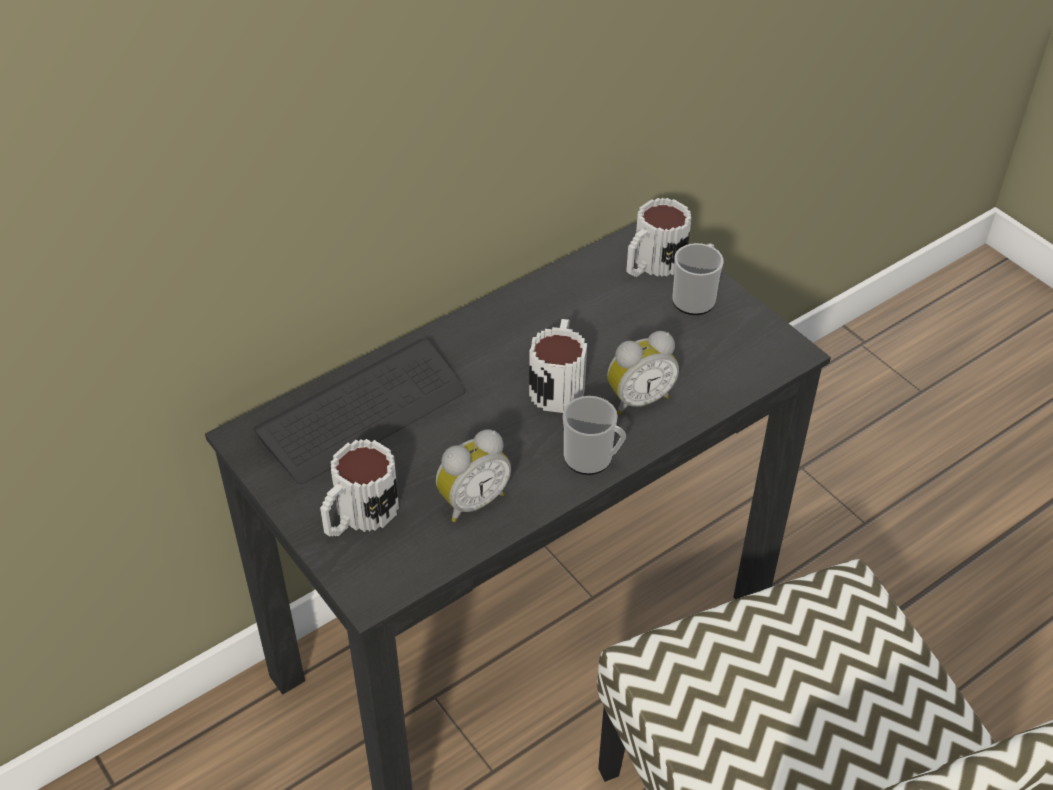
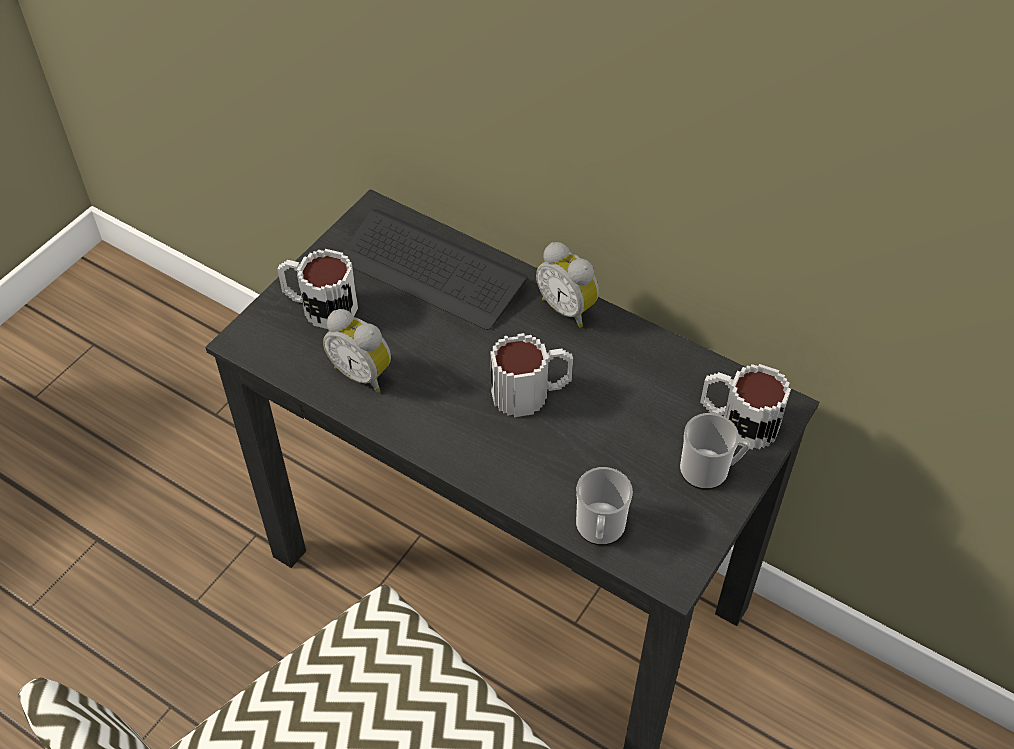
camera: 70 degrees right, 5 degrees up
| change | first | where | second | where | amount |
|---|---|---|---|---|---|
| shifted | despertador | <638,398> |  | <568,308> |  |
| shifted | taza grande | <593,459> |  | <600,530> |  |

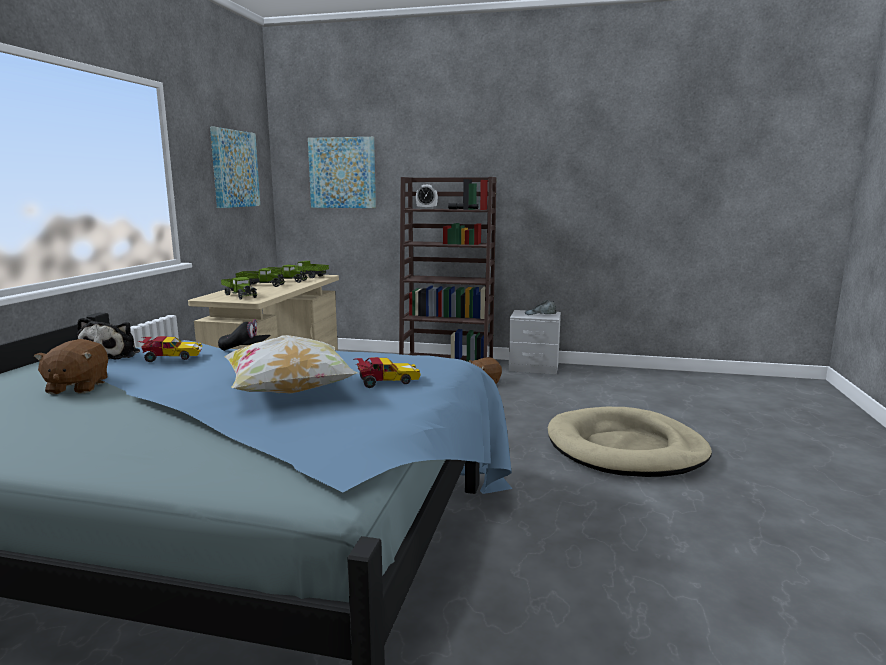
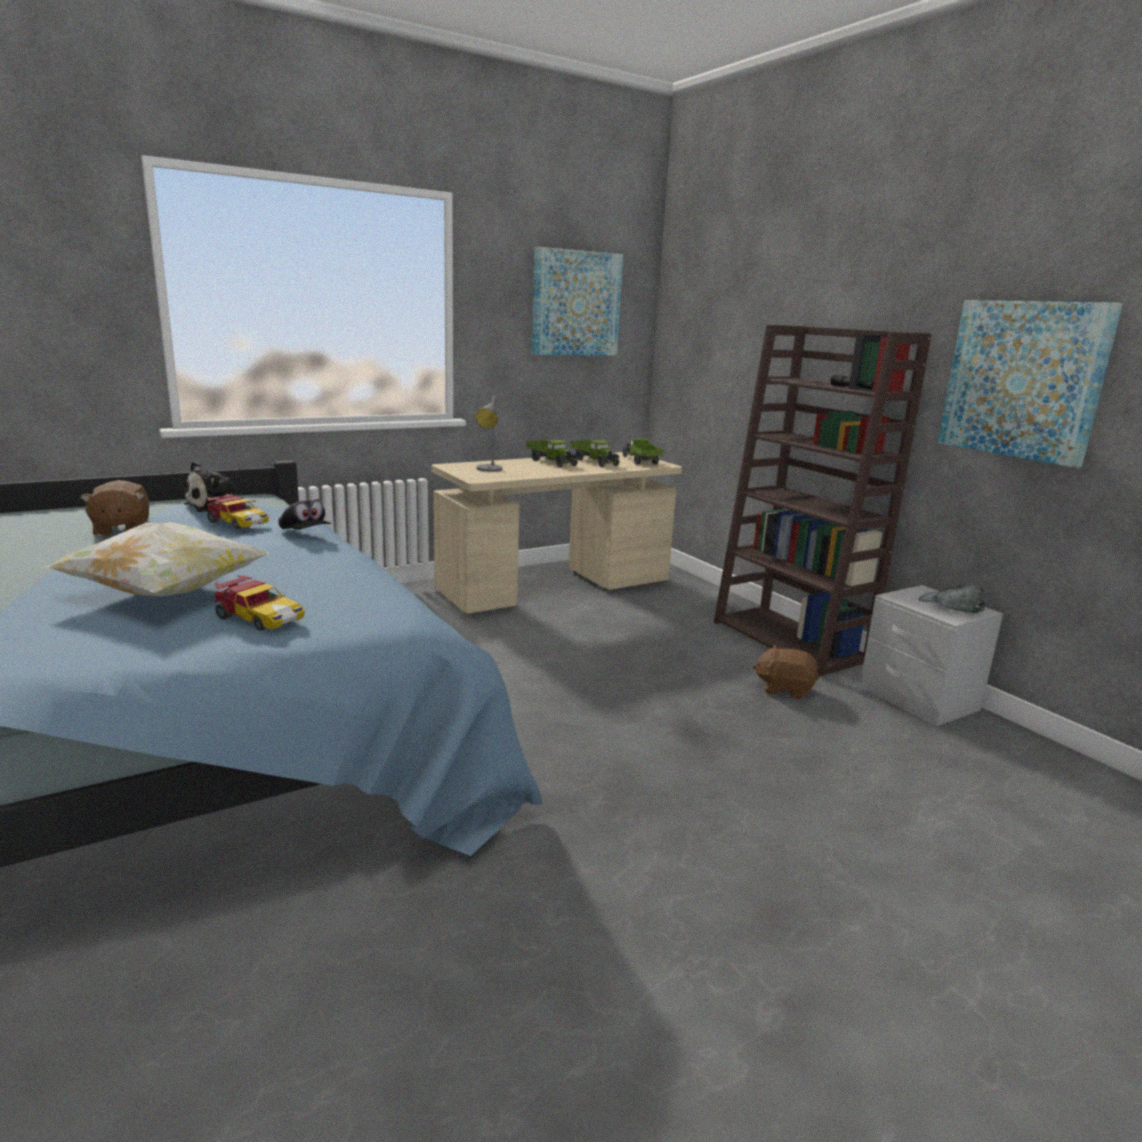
camera: 45 degrees right, 5 degrees up
| change | first | where | second | where | amount |
|---|---|---|---|---|---|
| rotated | peluche (marrón) | <77,387> |  | <121,530> | 60 degrees counterclockwise |
| swapped | camión de juguete | <240,295> | lámpara de mesa (gris) | <489,470> |  |
| shifted | cuadro | <342,173> |  | <1023,380> |  |
| gone | despertador | <426,208> |  |  |  |
| gone | cama para perro (beis) | <626,449> |  |  |  |

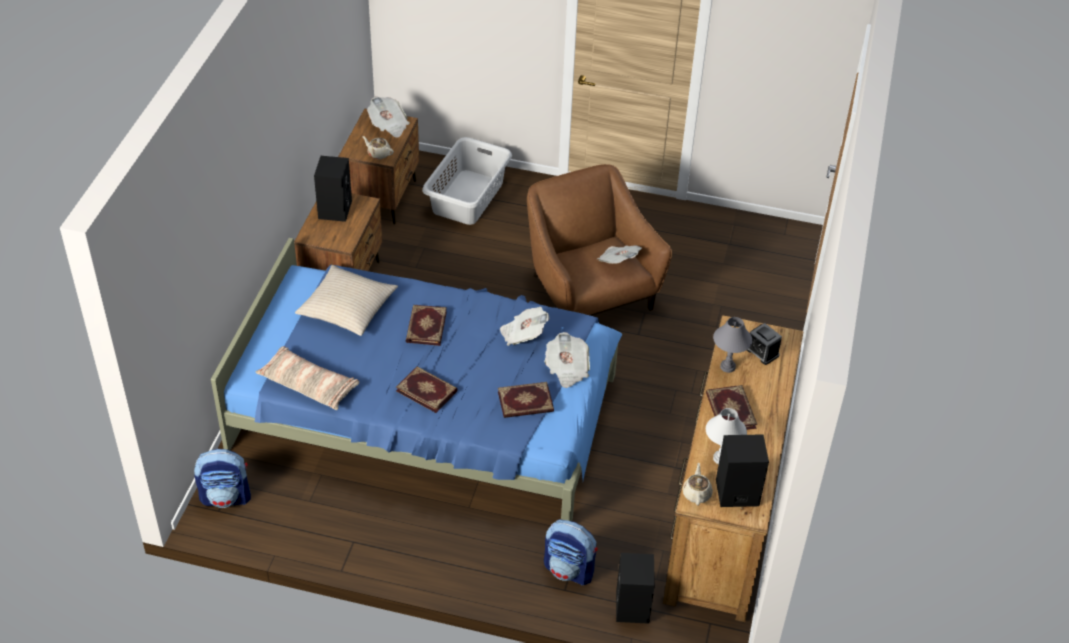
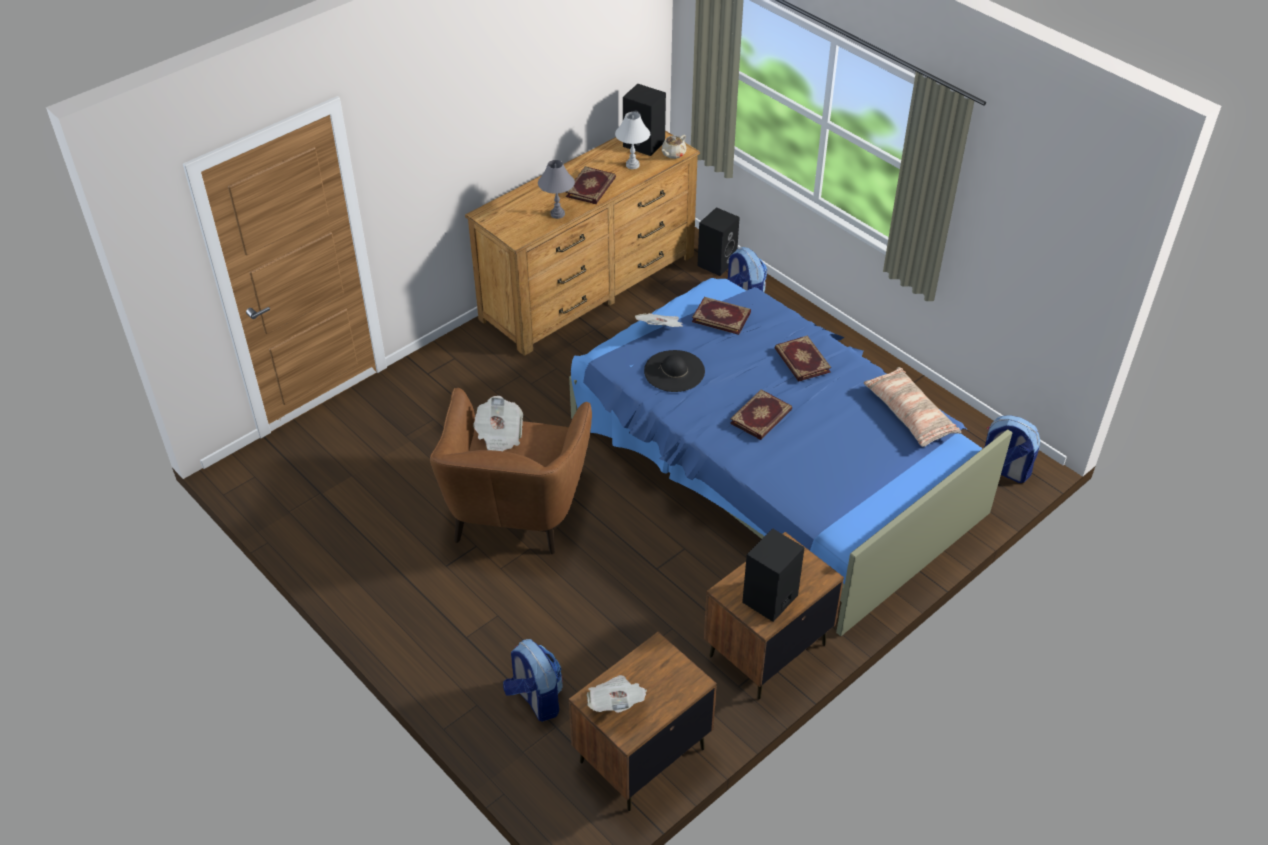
camera: 145 degrees left, 0 degrees up
| change | first | where | second | where | amount |
|---|---|---|---|---|---|
| swapped | cesto de la ropa (gris) | <468,197> | mochila | <535,699> |  |
| swapped | periódico | <523,335> | sombrero (negro) | <674,371> |  |
| gone | cojín (beis) | <347,308> |  |  |  |
| gone | tetera (beis) | <378,153> |  |  |  |
| gone | despertador | <762,352> |  |  |  |

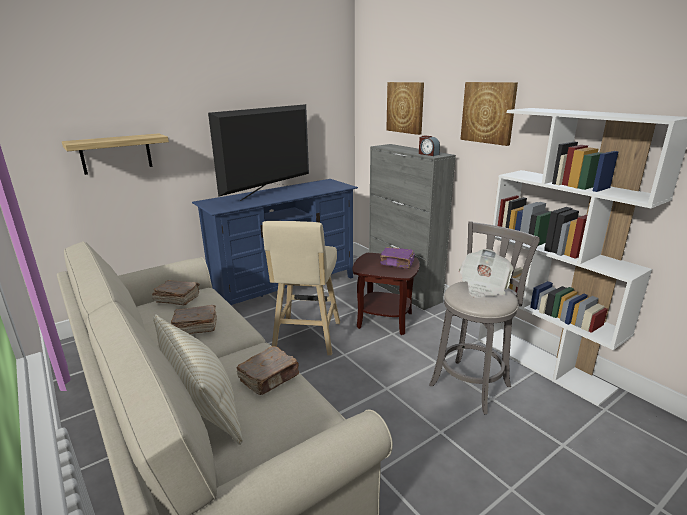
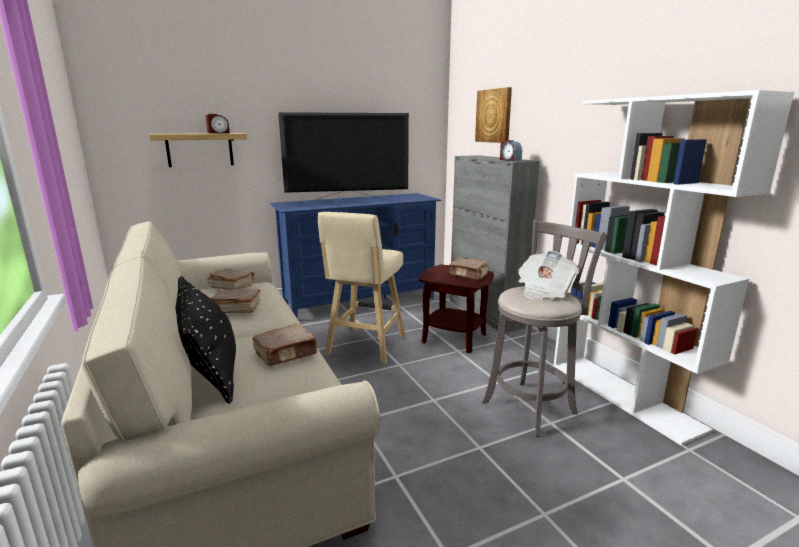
camera: 10 degrees right, 5 degrees down
| change | first | where | second | where | amount |
|---|---|---|---|---|---|
| repainted | cojín (beis) | <201,404> | cojín (negro) | <210,368> |  |
| new |  |  | despertador | <218,133> |  |
| rotated | televisor | <269,193> |  | <348,200> | 150 degrees counterclockwise |
| repainted | libro (morado) | <397,264> | libro (marrón) | <469,275> |  |
| gone | cuadro | <488,112> |  |  |  |

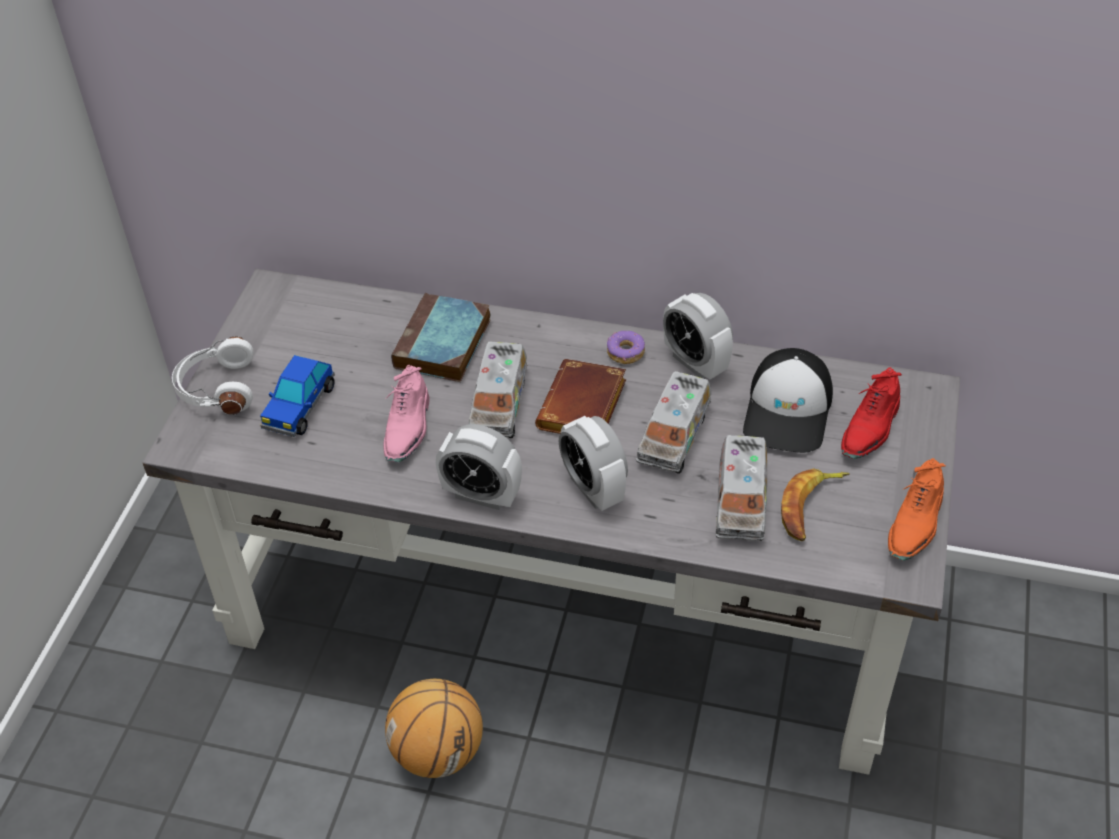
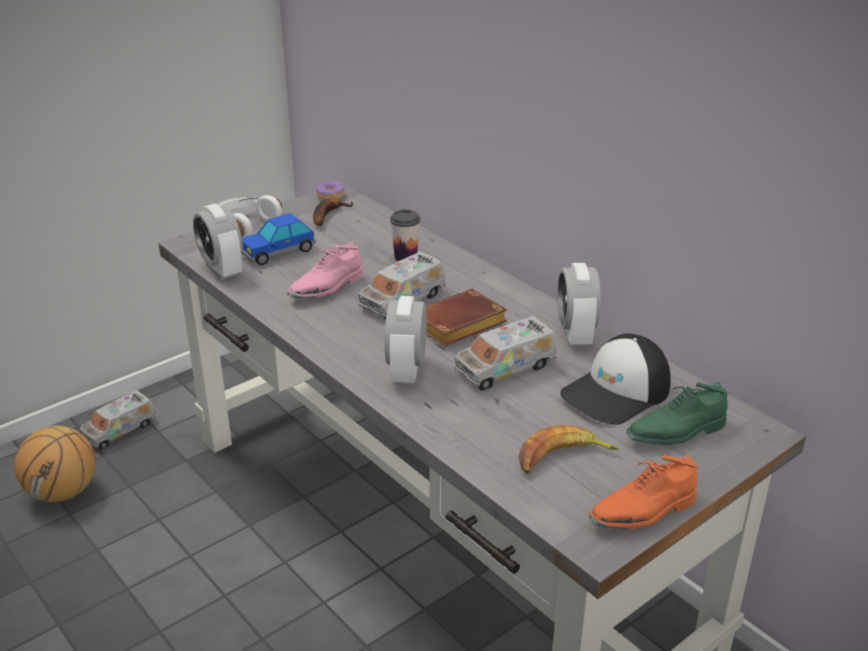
camera: 35 degrees right, 15 degrees down
| change | first | where | second | where | amount |
|---|---|---|---|---|---|
| shifted | balón de baloncesto | <438,752> |  | <63,492> |  |
| shifted | camión de juguete | <741,501> |  | <120,430> |  |
| shifted | despertador | <481,495> |  | <222,270> |  |
| new |  |  | plátano | <327,215> |  |
| shifted | rosquilla | <625,352> |  | <330,196> |  |
| swapped | libro | <443,345> | taza | <405,257> |  |
| repainted | zapato (rojo) | <870,429> | zapato (verde) | <676,433> |  |

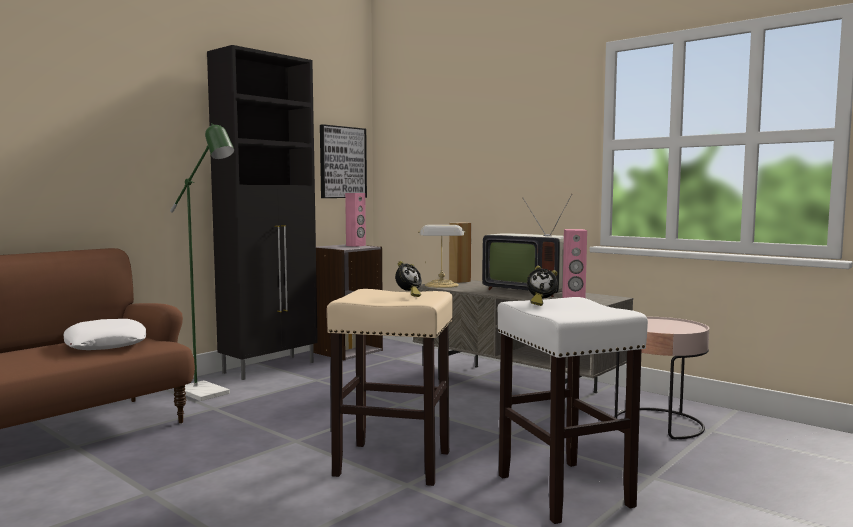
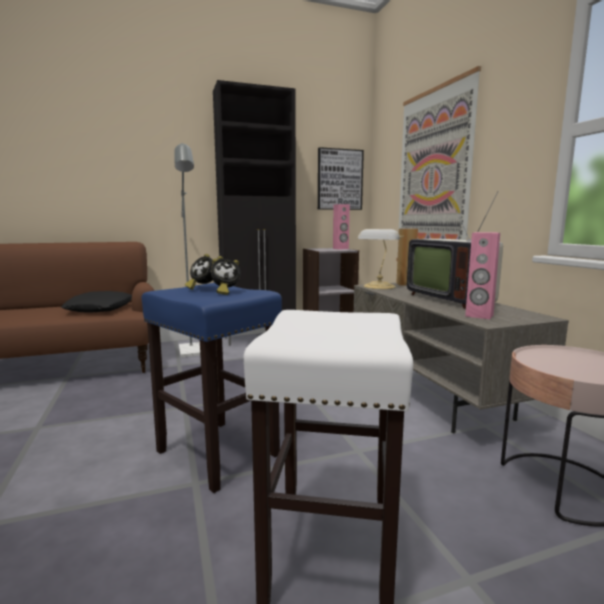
camera: 30 degrees right, 5 degrees up
| change | first | where | second | where | amount |
|---|---|---|---|---|---|
| repainted | cojín (blanco) | <106,344> | cojín (negro) | <100,308> |  |
| repainted | taburete (beis) | <394,463> | taburete (azul) | <219,453> |  |
| repainted | lámpara de pie (verde) | <208,394> | lámpara de pie (gris) | <192,353> |  |
| shifted | despertador | <540,303> |  | <203,288> |  |
| new |  |  | cuadro | <432,180> |  |

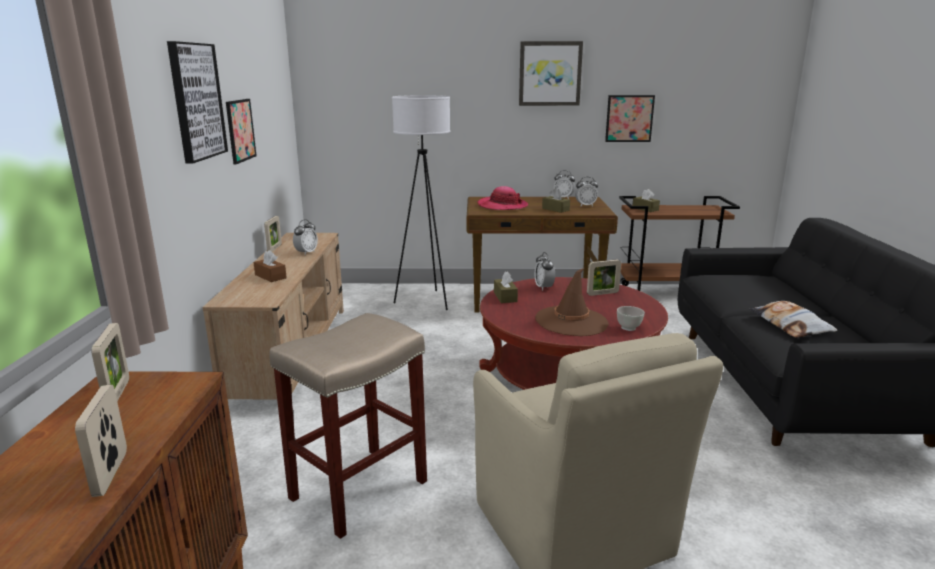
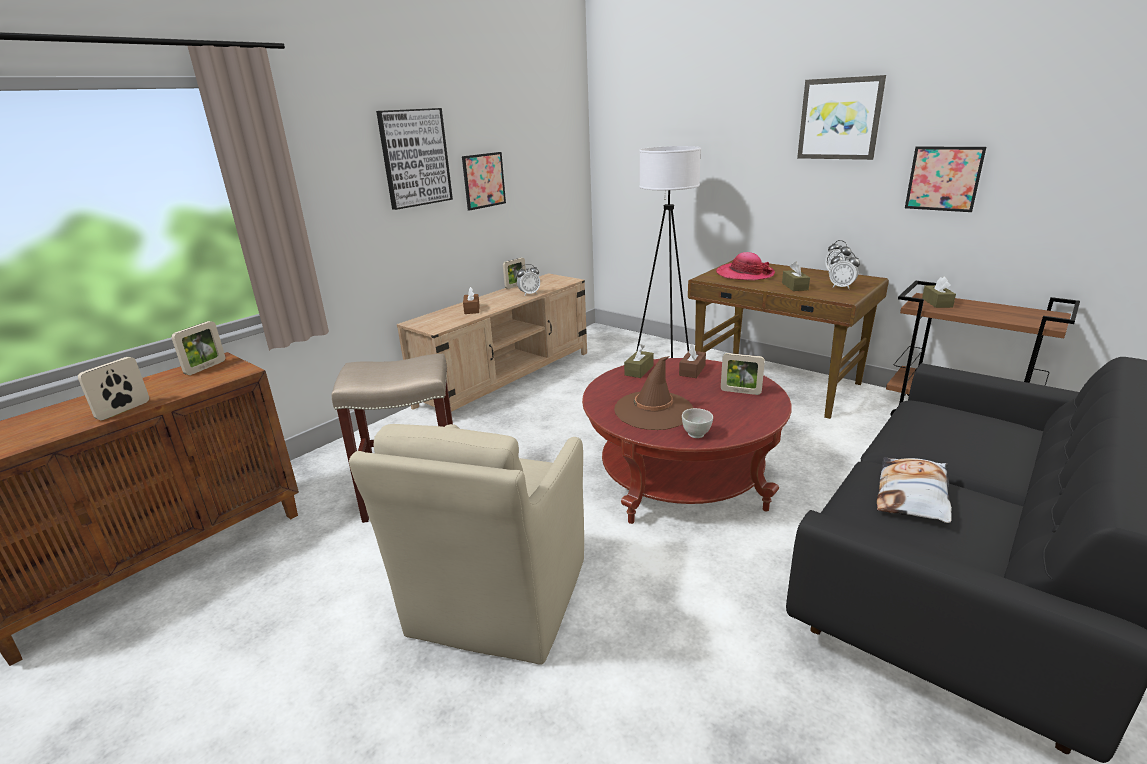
camera: 40 degrees right, 5 degrees up
| change | first | where | second | where | amount |
|---|---|---|---|---|---|
| swapped | despertador | <544,287> | caja de pañuelos (marrón) | <692,370> |  |

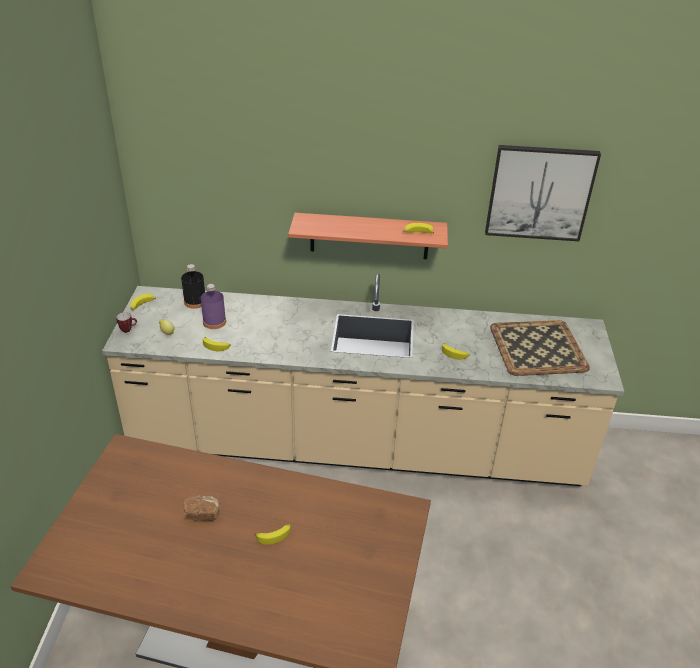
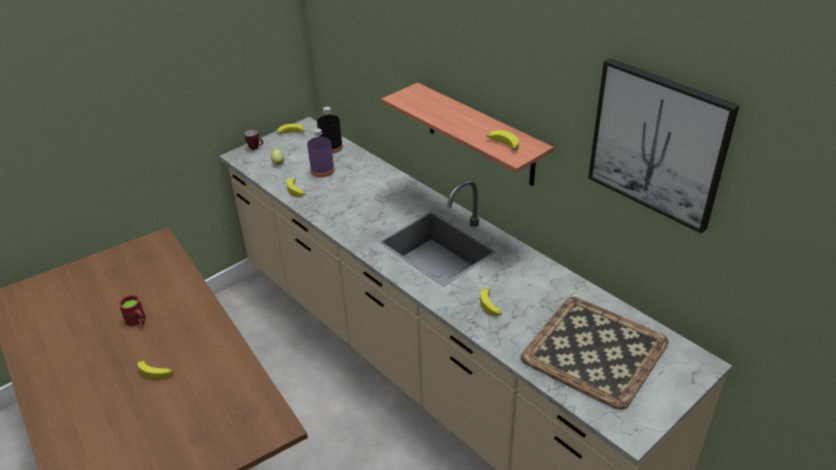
camera: 45 degrees right, 0 degrees up
| change | first | where | second | where | amount |
|---|---|---|---|---|---|
| swapped | pan | <202,513> | taza grande (rojo) | <137,321> |  |

